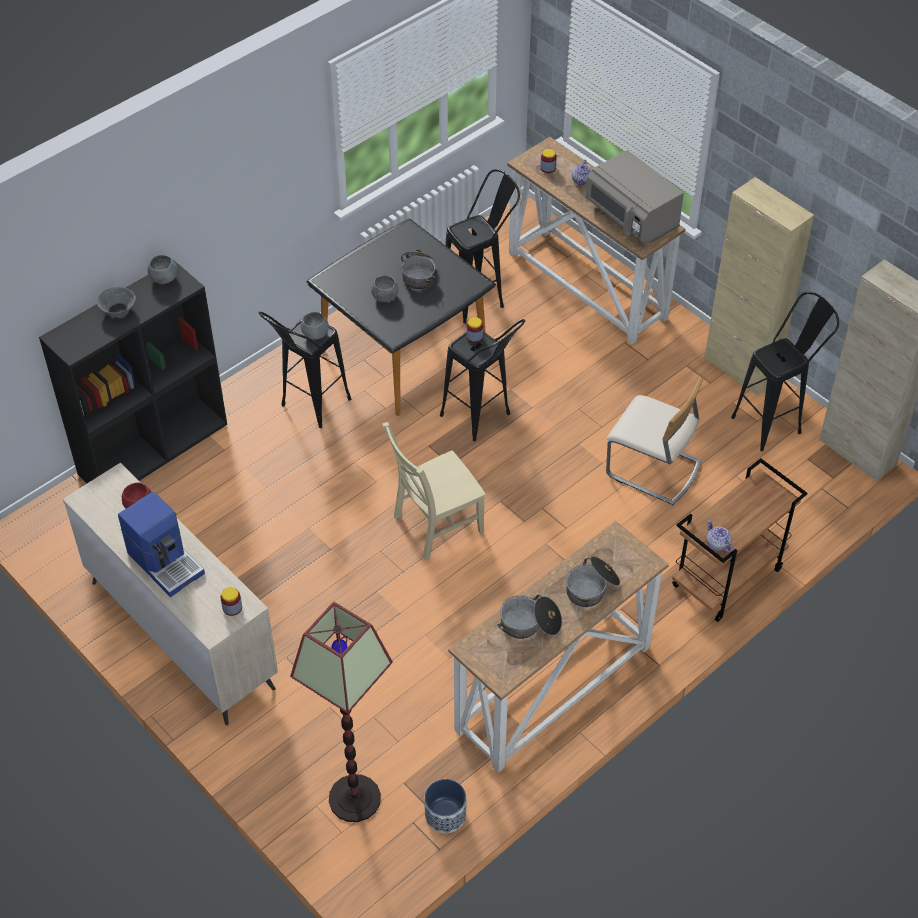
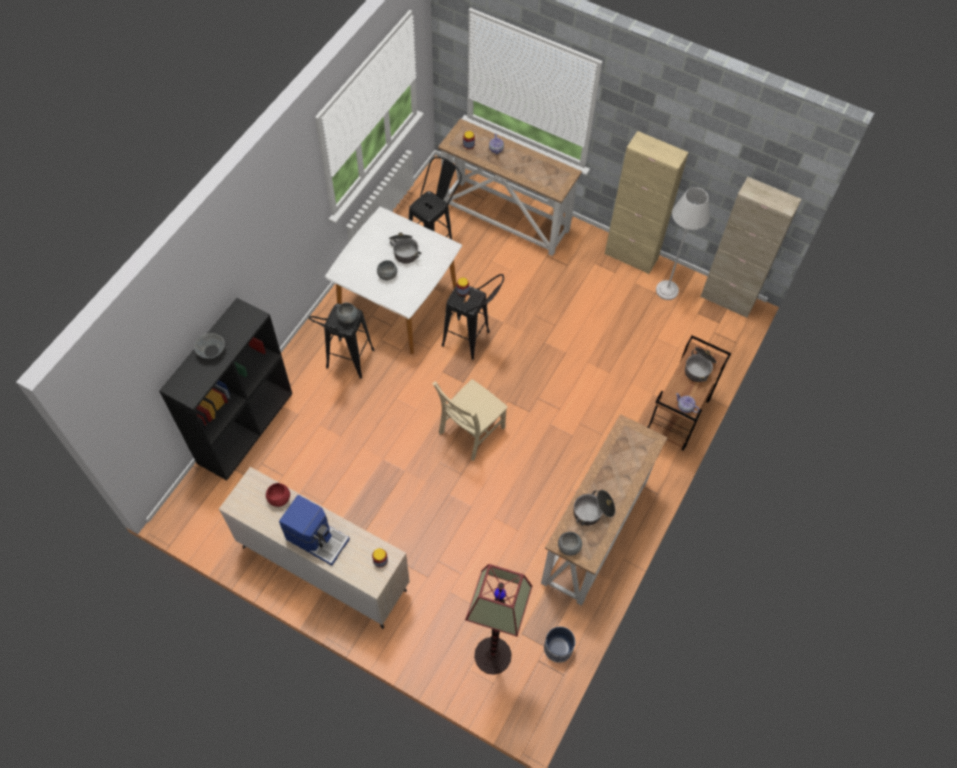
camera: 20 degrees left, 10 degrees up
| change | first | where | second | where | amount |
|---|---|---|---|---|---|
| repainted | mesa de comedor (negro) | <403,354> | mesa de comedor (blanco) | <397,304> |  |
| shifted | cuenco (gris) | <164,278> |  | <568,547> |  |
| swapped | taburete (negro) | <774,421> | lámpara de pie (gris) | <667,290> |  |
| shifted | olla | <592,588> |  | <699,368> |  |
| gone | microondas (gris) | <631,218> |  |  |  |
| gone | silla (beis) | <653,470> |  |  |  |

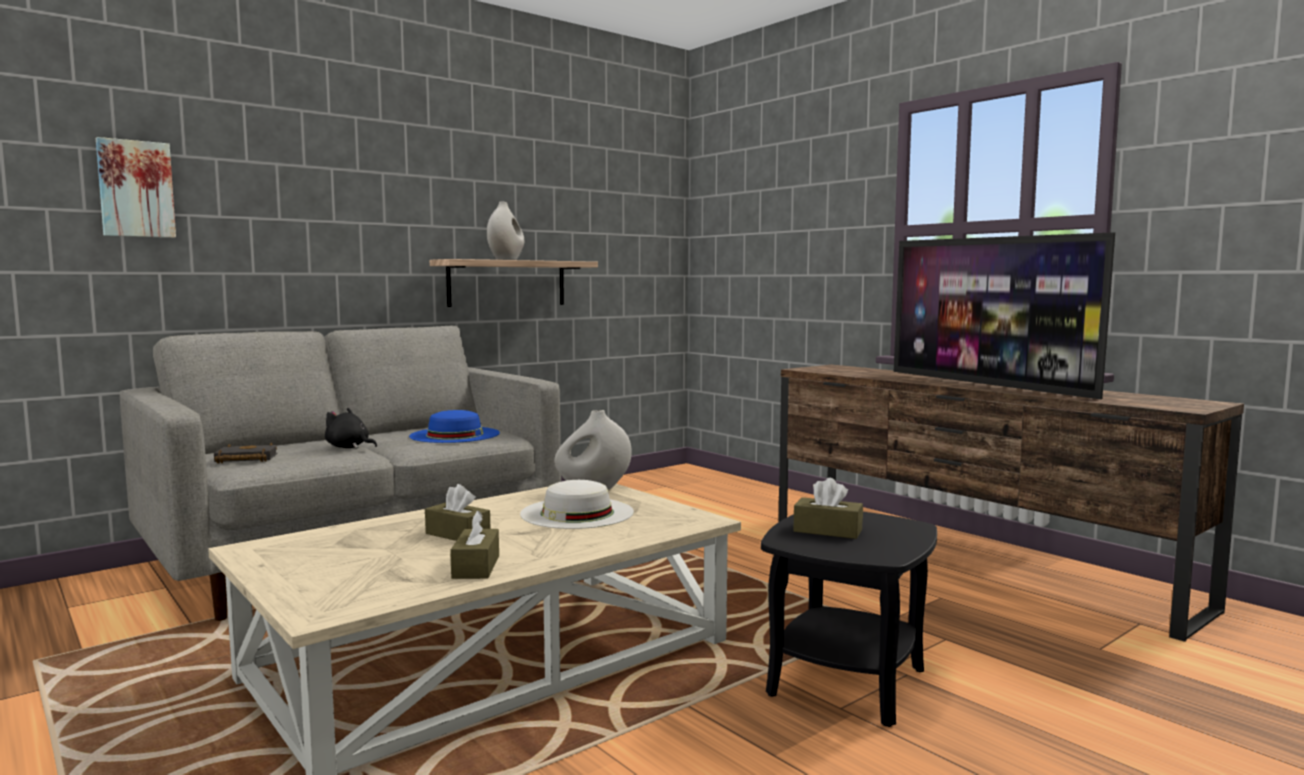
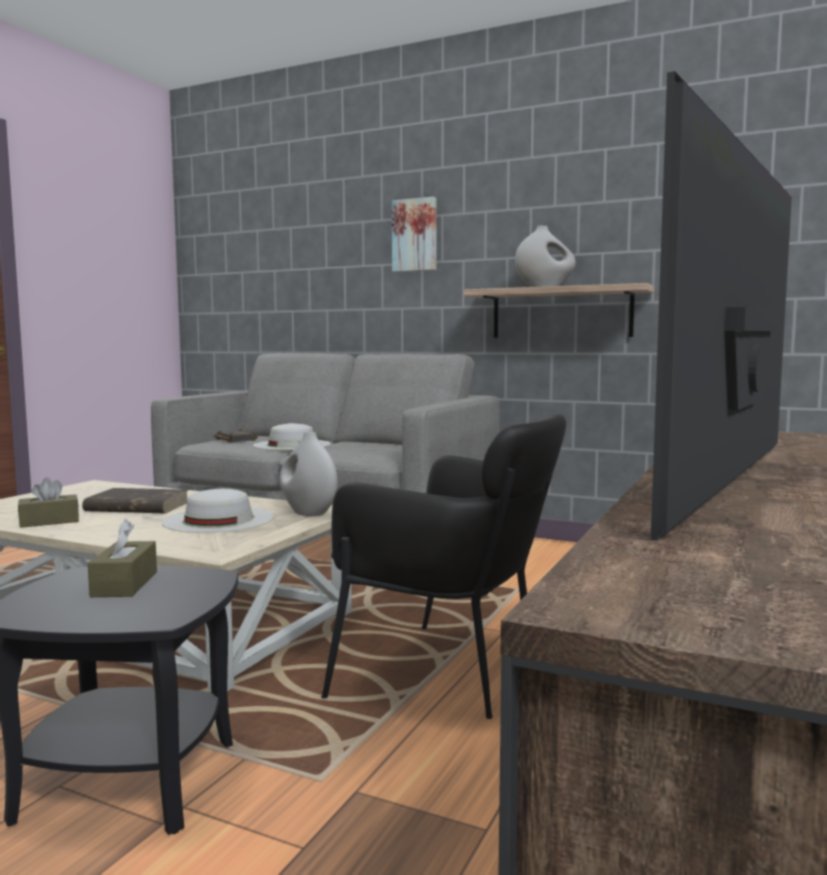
camera: 65 degrees right, 0 degrees up
| change | first | where | second | where | amount |
|---|---|---|---|---|---|
| swapped | caja de pañuelos (marrón) | <458,534> | libro (marrón) | <136,507> |  |
| swapped | peluche (negro) | <349,447> | sombrero (blanco) | <292,445> |  |
| new |  |  | sillón (negro) | <450,678> |  |
| shifted | cuadro | <136,189> |  | <415,235> |  |
| gone | sombrero (azul) | <455,435> |  |  |  |

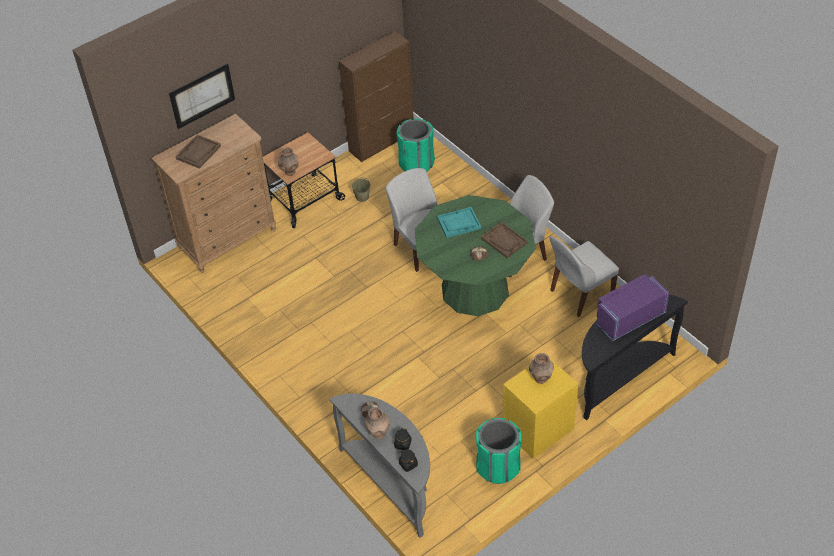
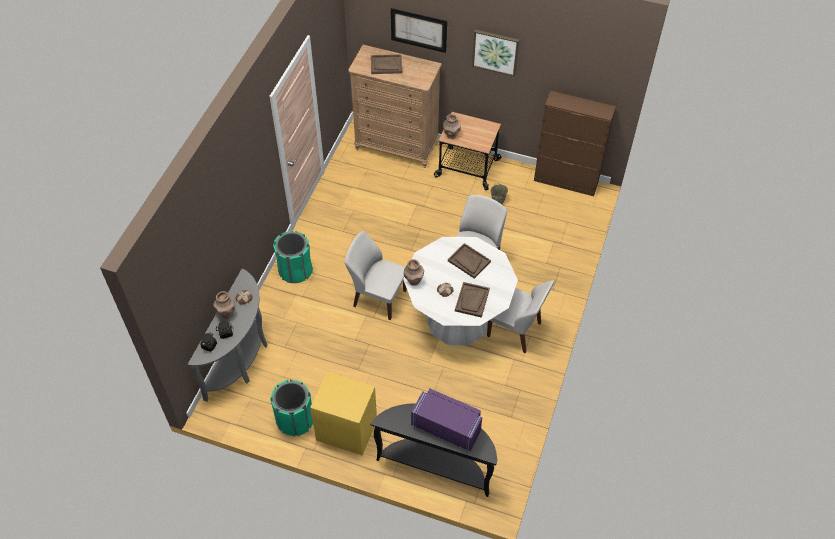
camera: 55 degrees right, 5 degrees up
| change | first | where | second | where | amount |
|---|---|---|---|---|---|
| shifted | papelera (verde) | <416,163> |  | <295,270> |  |
| shifted | silla (blanco) | <580,294> |  | <378,297> |  |
| repainted | mesa de comedor (verde) | <475,289> | mesa de comedor (blanco) | <457,319> |  |
| shifted | florero (marrón) | <540,379> |  | <414,281> |  |
| repainted | bandeja (turquesa) | <458,223> | bandeja (marrón) | <469,261> |  |
| new |  |  | cuadro | <495,52> |  |

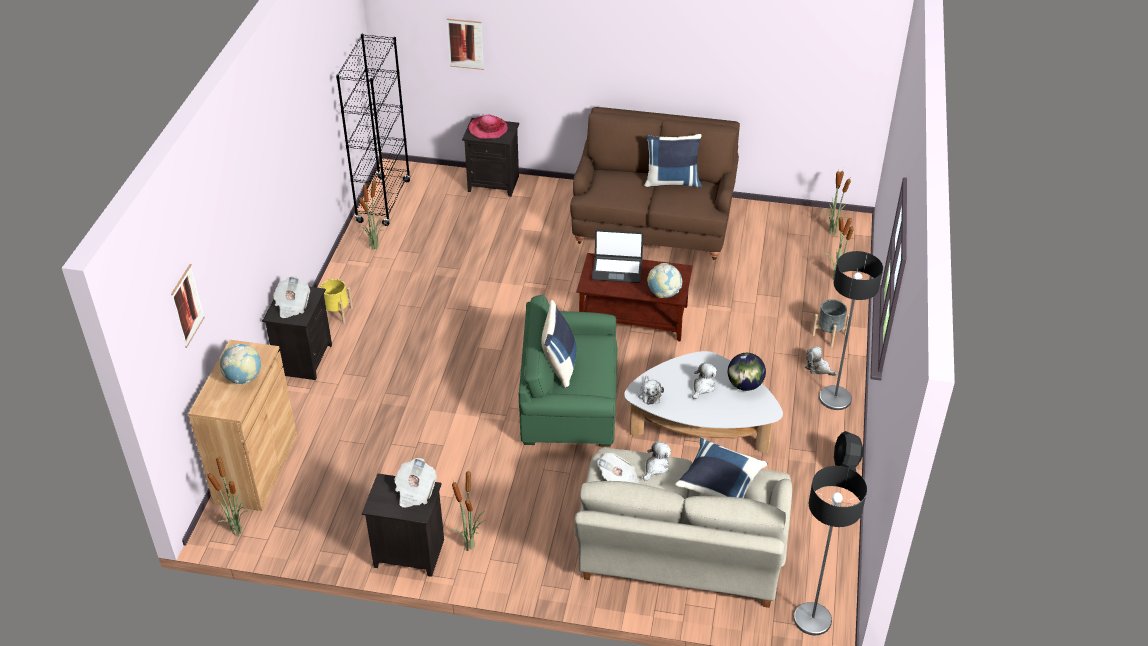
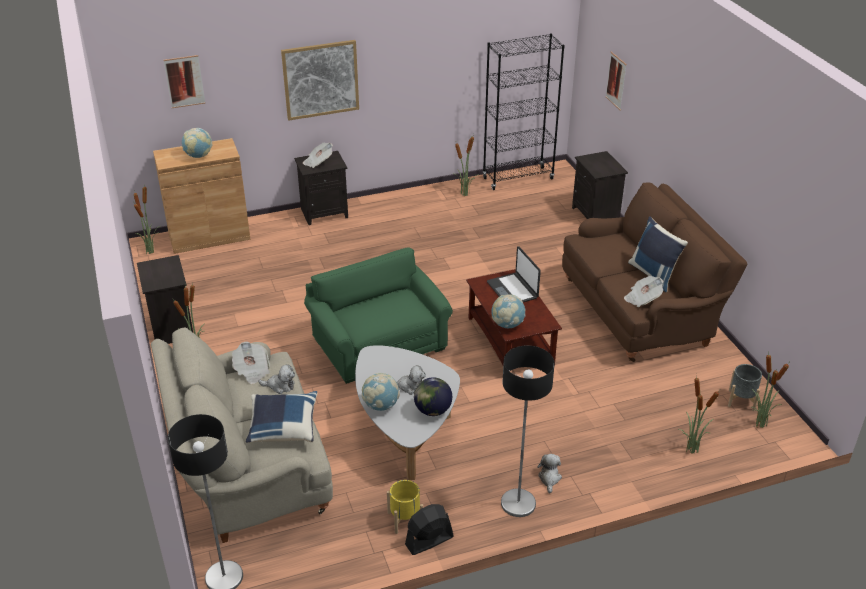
camera: 60 degrees right, 5 degrees down
| change | first | where | second | where | amount |
|---|---|---|---|---|---|
| new |  |  | cuadro | <320,79> |  |
| new |  |  | globo terráqueo | <381,405> |  |
| shifted | maceta (amarillo) | <337,314> |  | <405,519> |  |
| shifted | periódico | <415,491> |  | <642,299> |  |
| shifted | maceta (gris) | <829,335> |  | <741,400> |  |
| gone | sombrero | <488,129> |  |  |  |
| gone | cojín (azul) | <559,364> |  |  |  |
| gone | peluche | <649,394> |  |  |  |

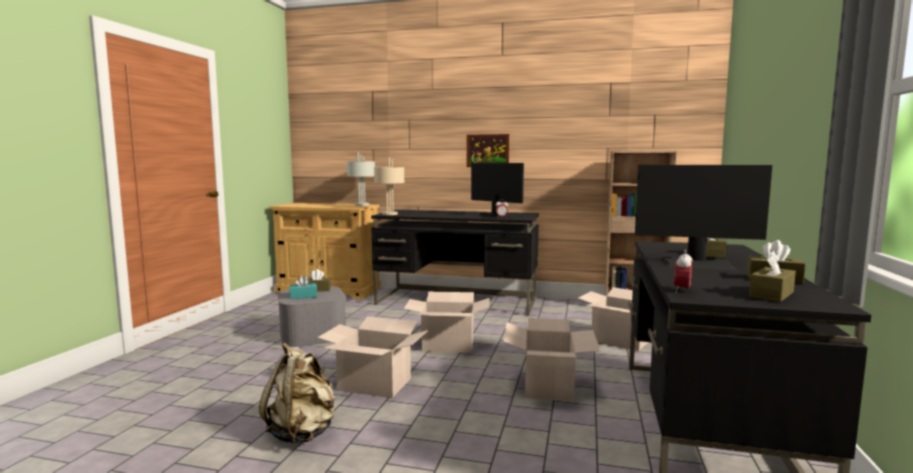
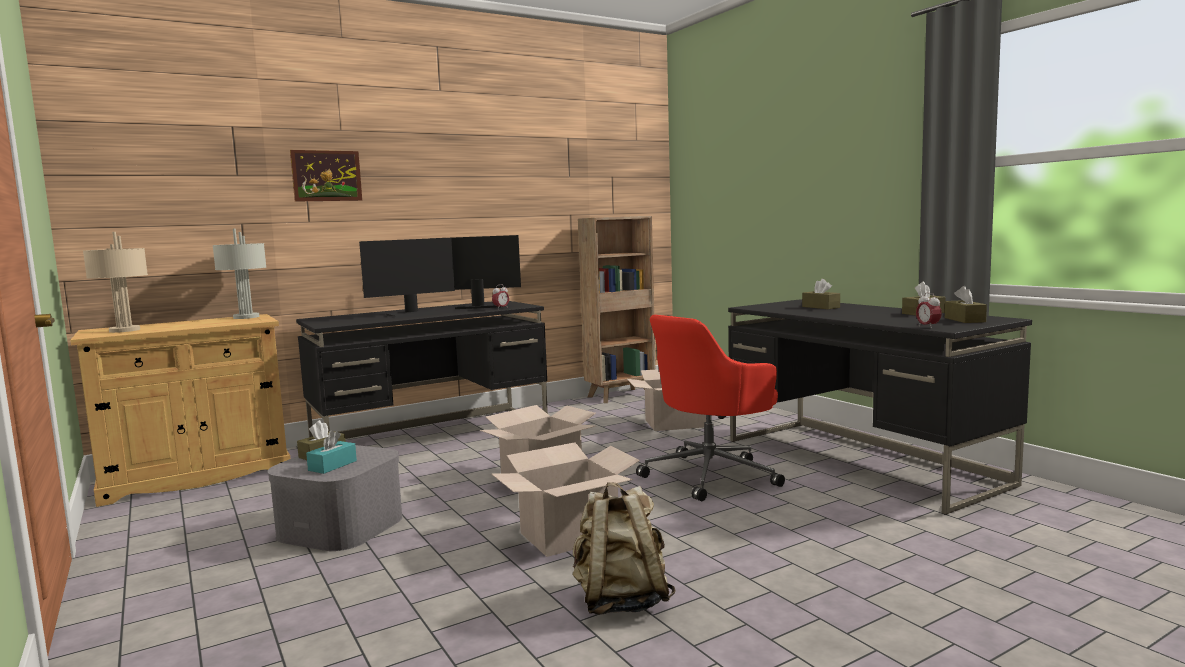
camera: 45 degrees left, 0 degrees up
| change | first | where | second | where | amount |
|---|---|---|---|---|---|
| shifted | lámpara de mesa (beis) | <389,214> |  | <123,330> |  |
| shifted | cuadro | <487,150> |  | <326,176> |  |
| shifted | monitor | <698,264> |  | <414,314> |  |
| swapped | caja de cartón | <547,386> | silla de oficina (rojo) | <711,475> |  |

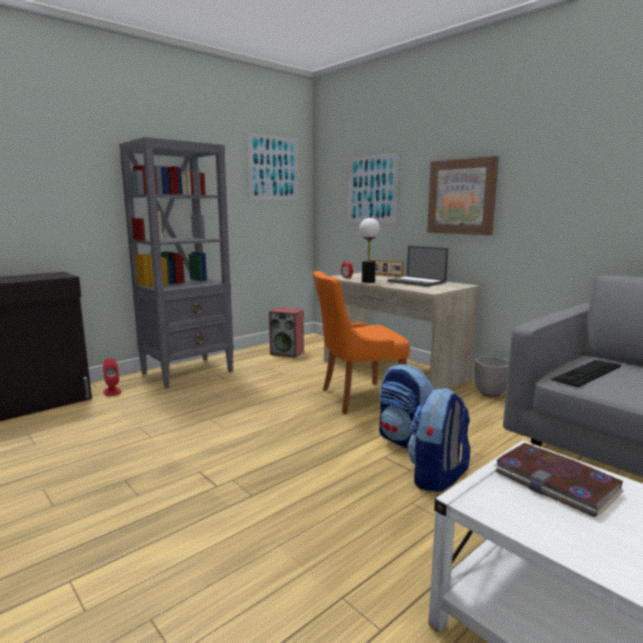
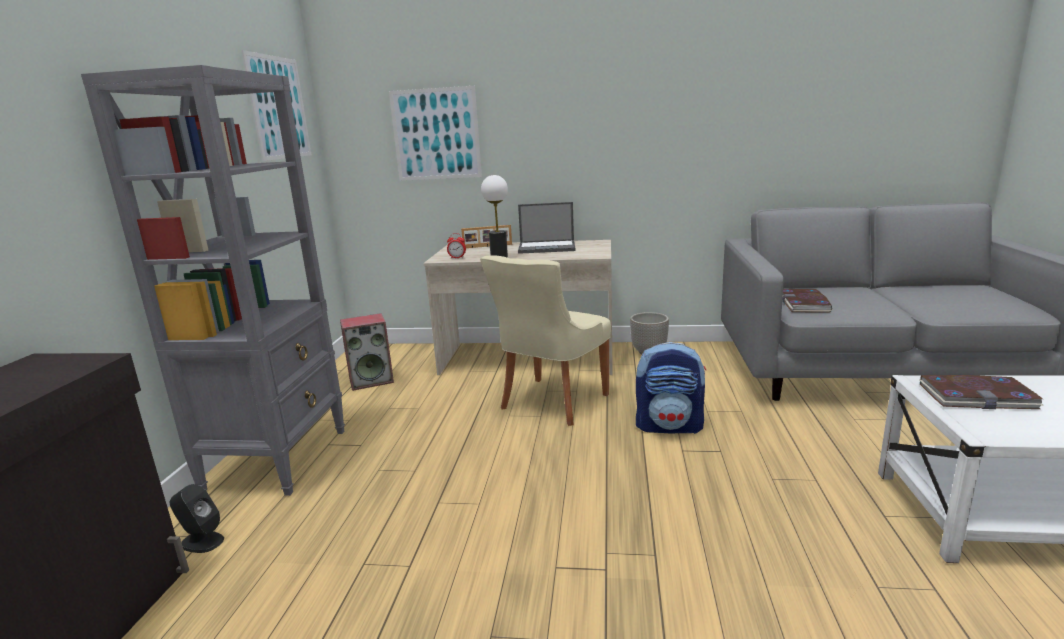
camera: 40 degrees left, 5 degrees up
| change | first | where | second | where | amount |
|---|---|---|---|---|---|
| repainted | altavoz (rojo) | <112,391> | altavoz (negro) | <201,541> |  |
| repainted | silla (naranja) | <357,398> | silla (beis) | <551,403> |  |
| swapped | teclado | <587,373> | libro | <804,304> |  |
| gone | mochila | <437,477> |  |  |  |
| gone | cuadro | <462,197> |  |  |  |

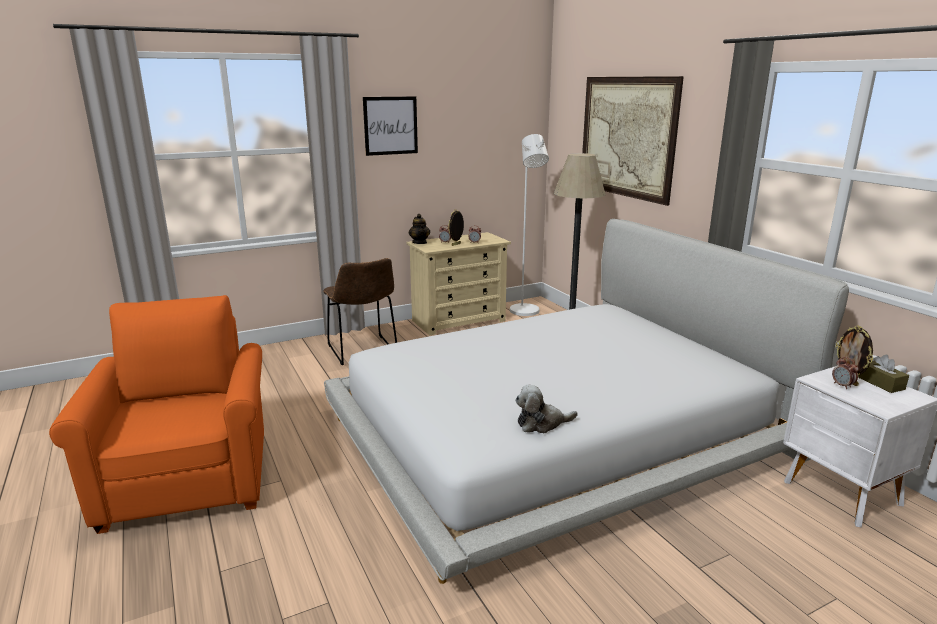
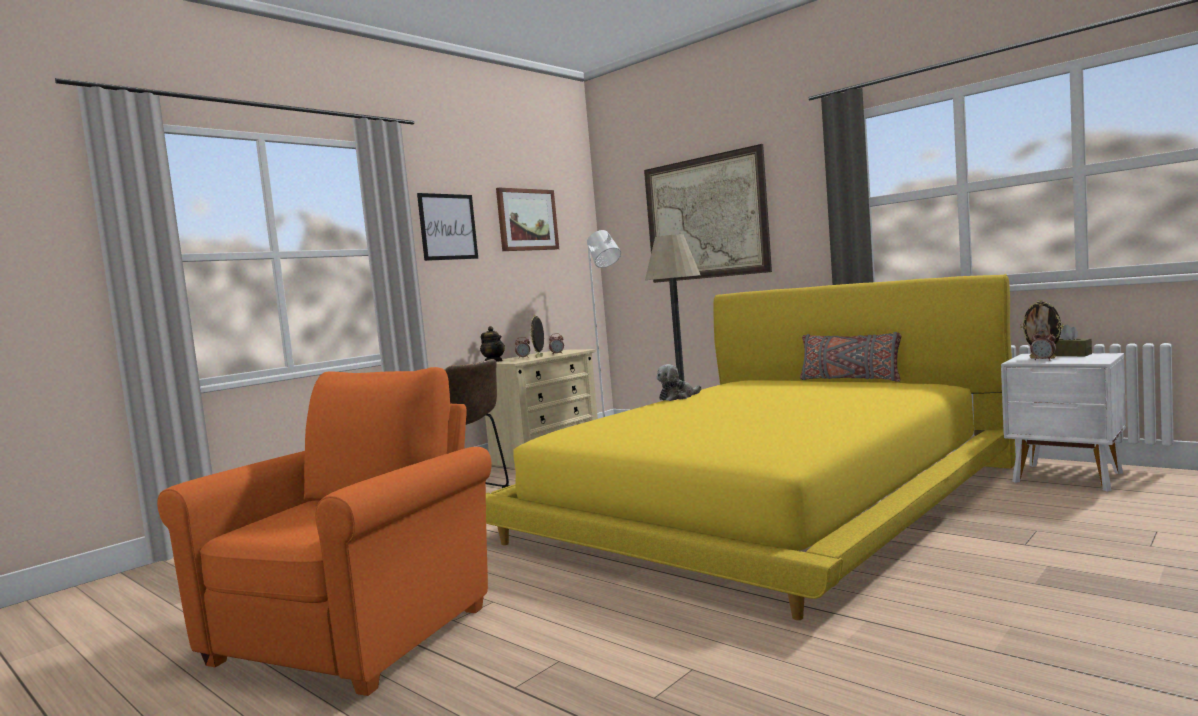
camera: 20 degrees left, 15 degrees down
| change | first | where | second | where | amount |
|---|---|---|---|---|---|
| rotated | sillón (naranja) | <190,478> |  | <360,630> | 60 degrees clockwise |
| repainted | cama (blanco) | <556,433> | cama (amarillo) | <766,500> |  |
| new |  |  | cuadro | <527,220> |  |
| shifted | peluche | <541,423> |  | <678,397> |  |
| new |  |  | cojín (gris) | <850,380> |  |

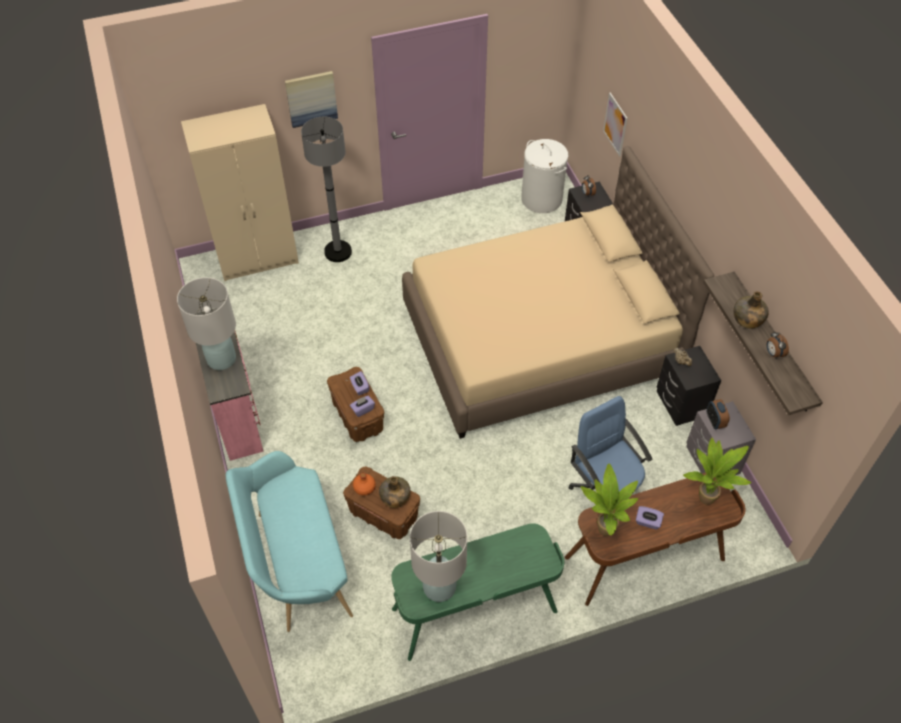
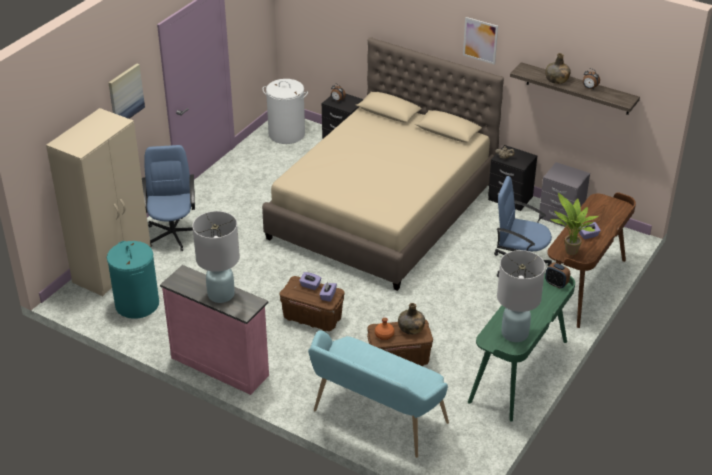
camera: 40 degrees left, 15 degrees down
| change | first | where | second | where | amount |
|---|---|---|---|---|---|
| new |  |  | cesto de la ropa (turquesa) | <137,304> |  |
| swapped | lámpara de pie (gris) | <338,252> | silla de oficina (azul) | <173,234> |  |
| shifted | cuadro | <615,124> |  | <480,40> |  |
| shifted | despertador | <715,421> |  | <556,284> |  |
| gone | planta en maceta | <705,496> |  |  |  |

